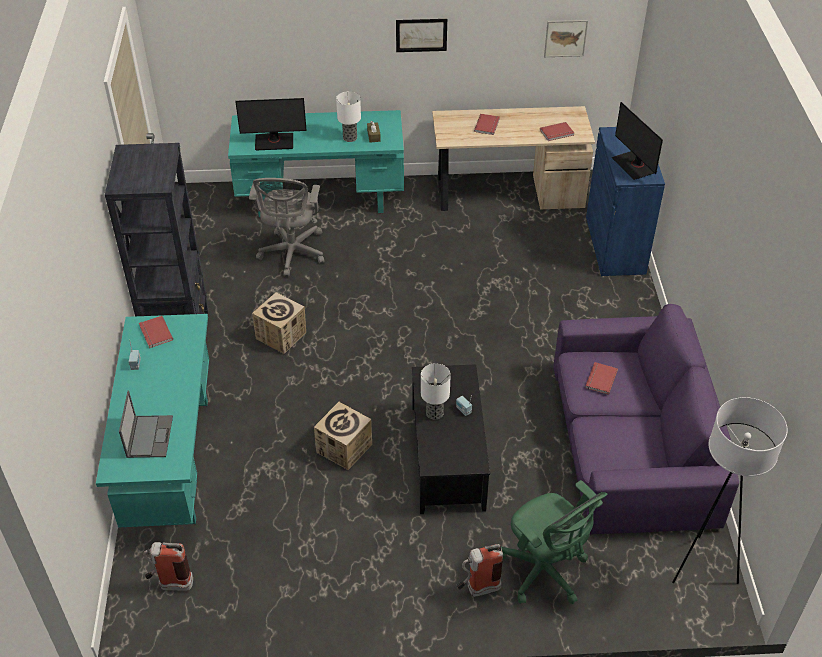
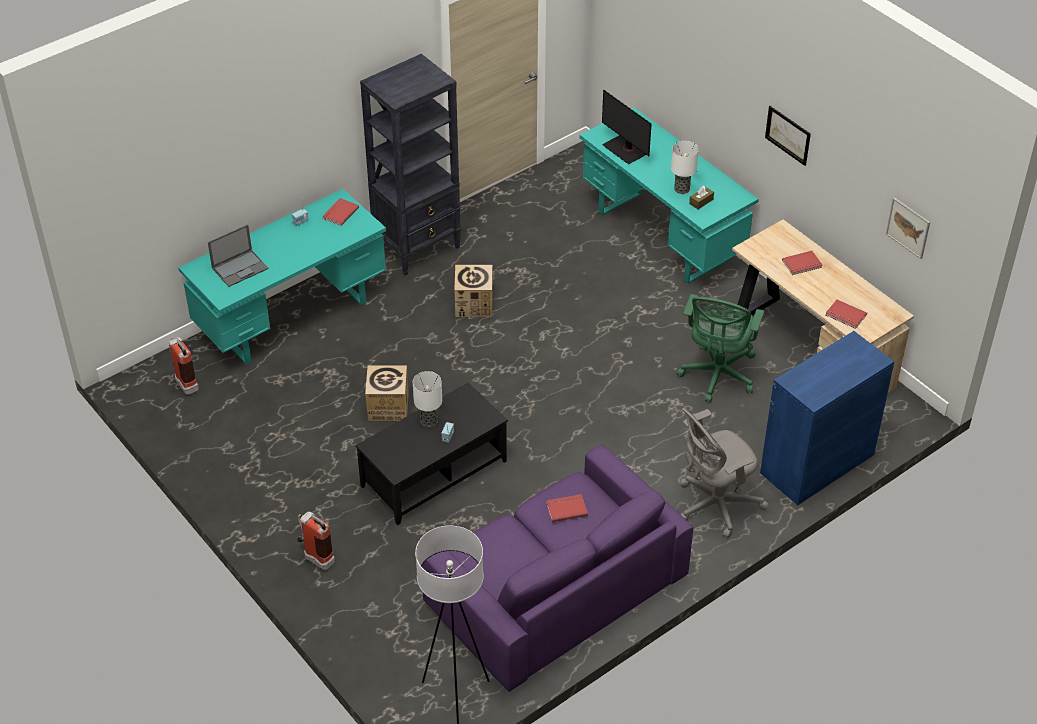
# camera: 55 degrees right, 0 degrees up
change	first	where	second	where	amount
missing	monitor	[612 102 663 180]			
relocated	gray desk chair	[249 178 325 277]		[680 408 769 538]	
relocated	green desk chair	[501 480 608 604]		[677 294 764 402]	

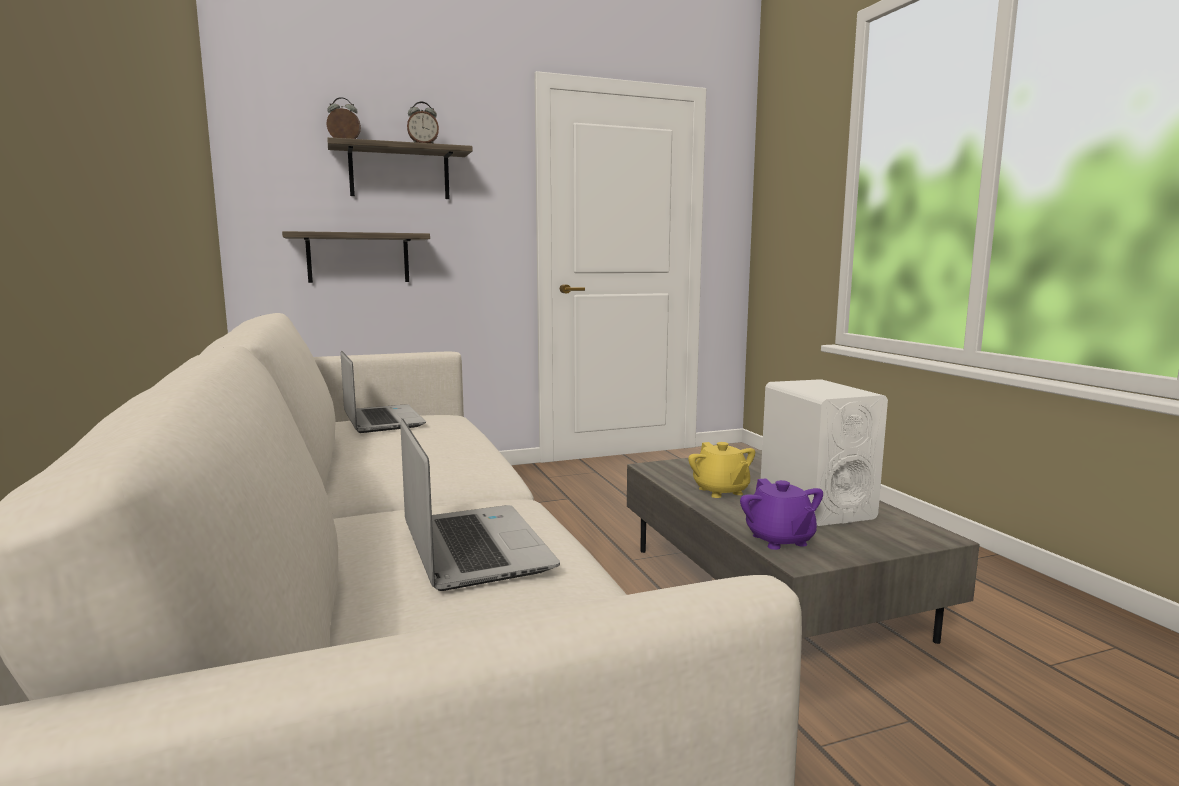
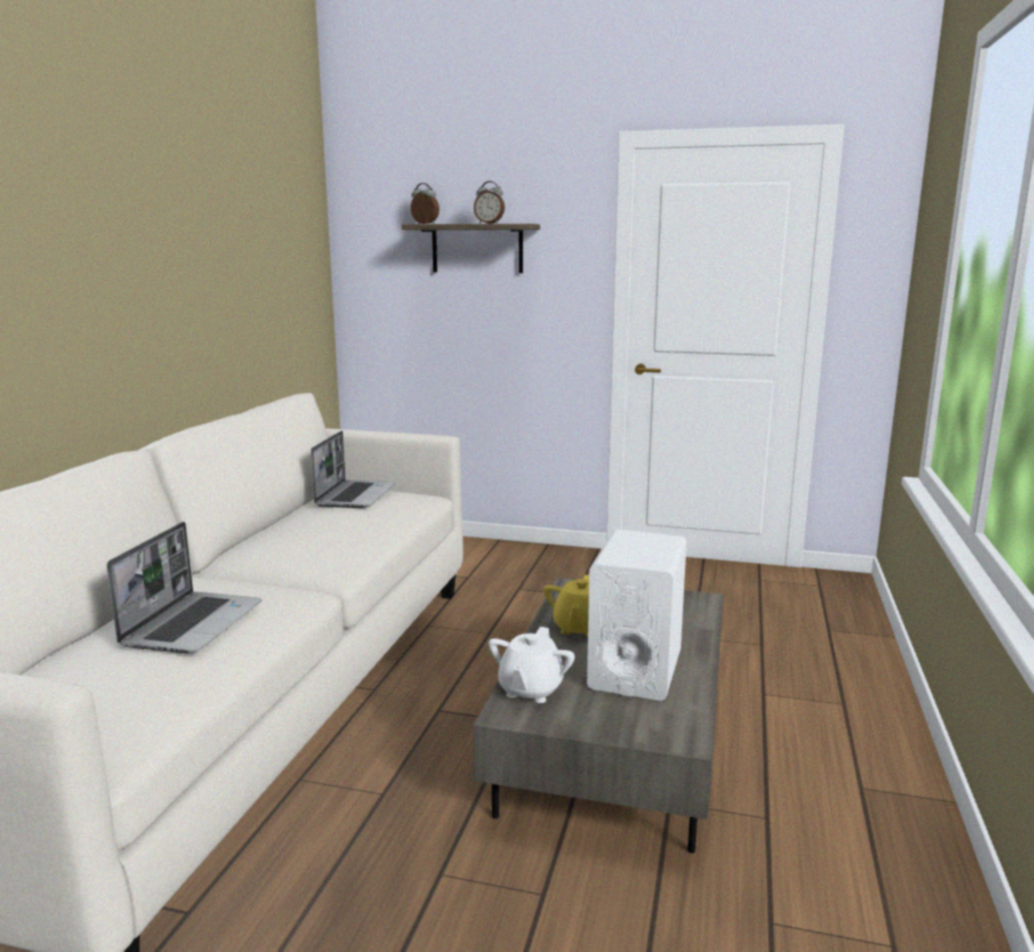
# camera: 35 degrees right, 5 degrees up
change	first	where	second	where	amount
missing	bracket shelf	[282 231 430 283]			
colour	purplish pot for tea	[740 479 823 550]	white pot for tea	[489 627 575 703]	

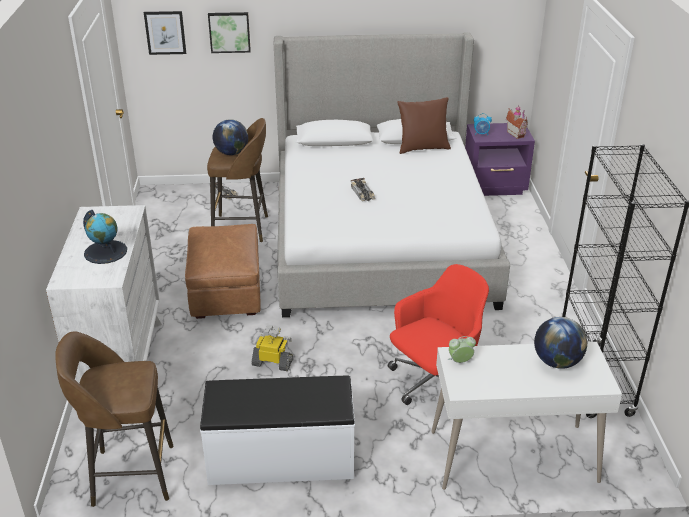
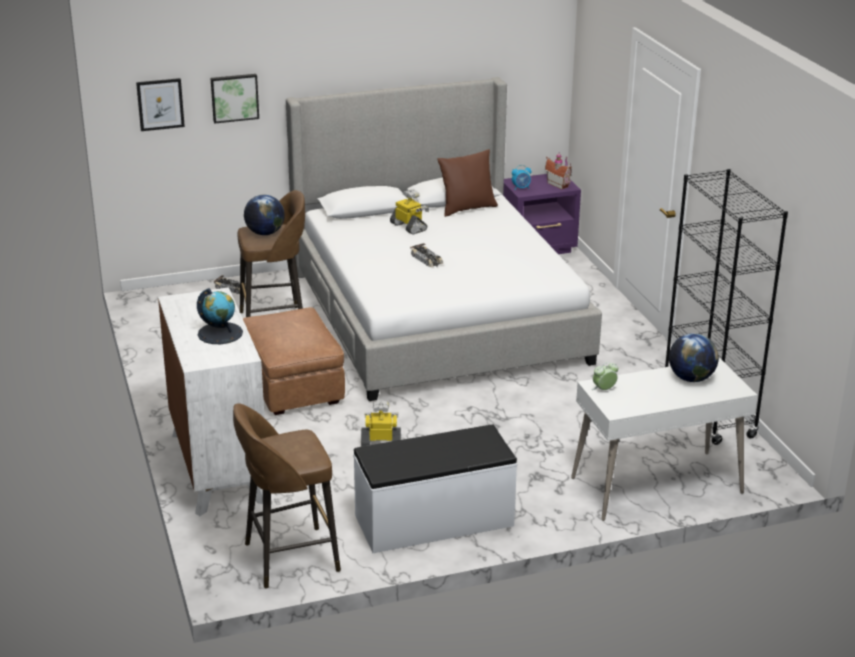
# camera: 15 degrees left, 5 degrees down
change	first	where	second	where	amount
missing	red-coloured desk chair	[388 264 489 405]			
appeared			model robot	[390 189 429 234]	

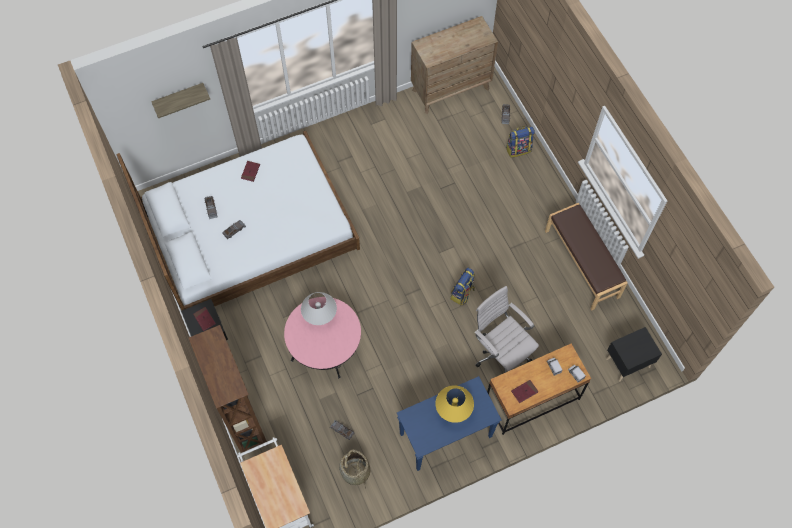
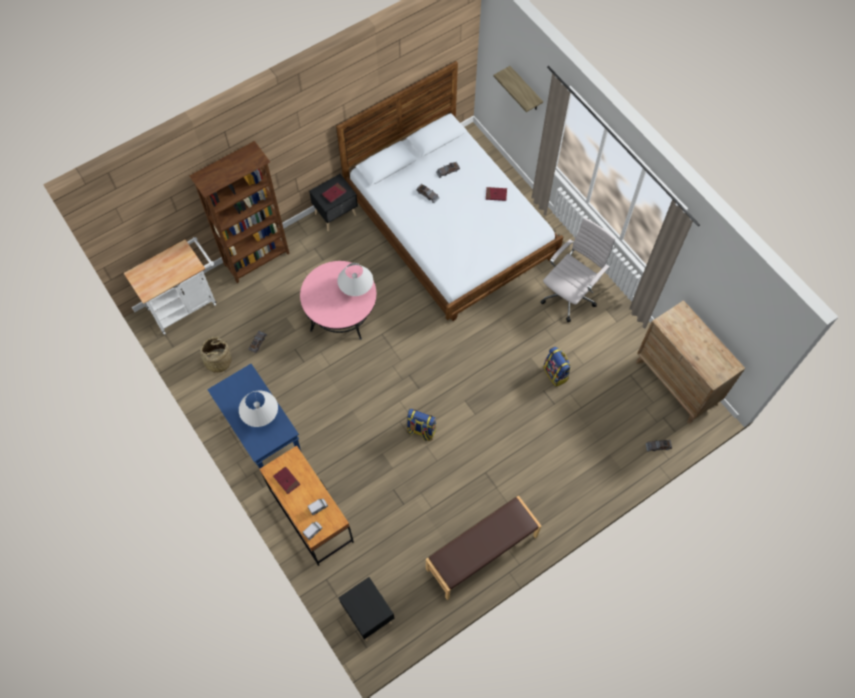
# camera: 80 degrees right, 0 degrees up
change	first	where	second	where	amount
relocated	rucksack	[506 126 535 158]		[543 347 571 387]	
relocated	white desk chair	[474 286 539 373]		[540 218 615 322]	
colour	yellowish table lamp	[435 385 474 423]	white table lamp	[239 391 278 427]	

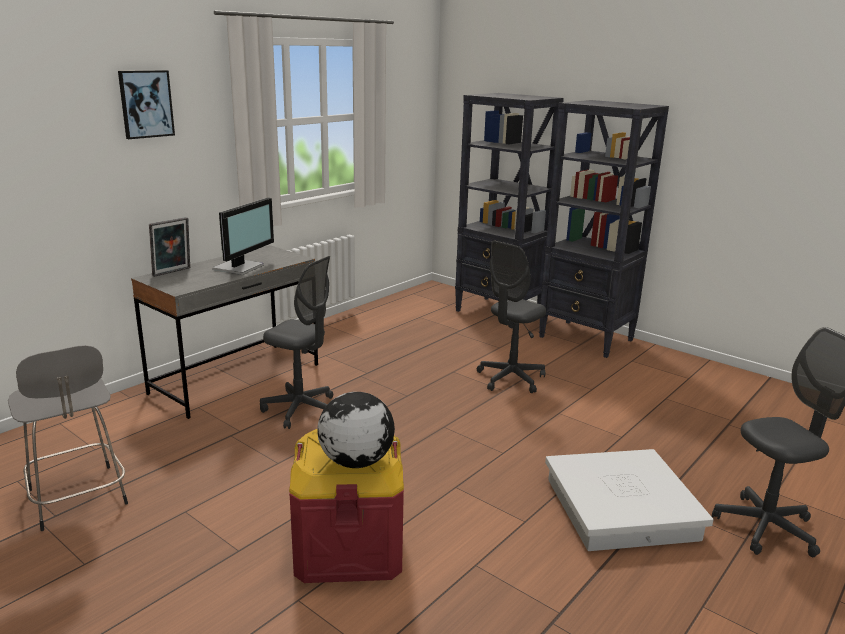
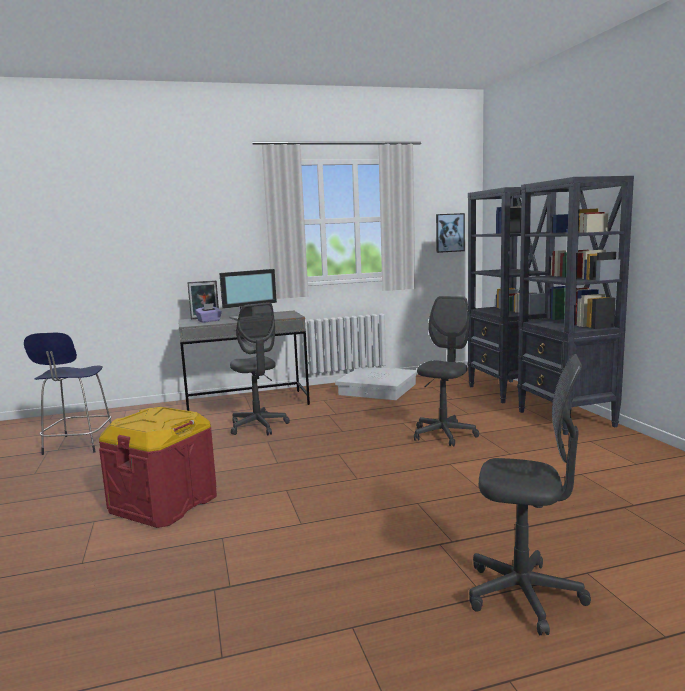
# camera: 35 degrees right, 10 degrees down
change	first	where	second	where	amount
relocated	picture	[118 70 175 139]		[436 213 465 253]	
spun	gray desk chair	[477 241 546 393]		[414 296 479 447]	135 degrees clockwise
colour	gray sitting stool	[8 345 128 531]	bluish sitting stool	[24 333 111 455]	
missing	globe	[317 392 395 468]			
relocated	white storage box	[545 449 714 551]		[335 367 418 400]	
appeared			purplish box of tissues	[195 303 222 323]	

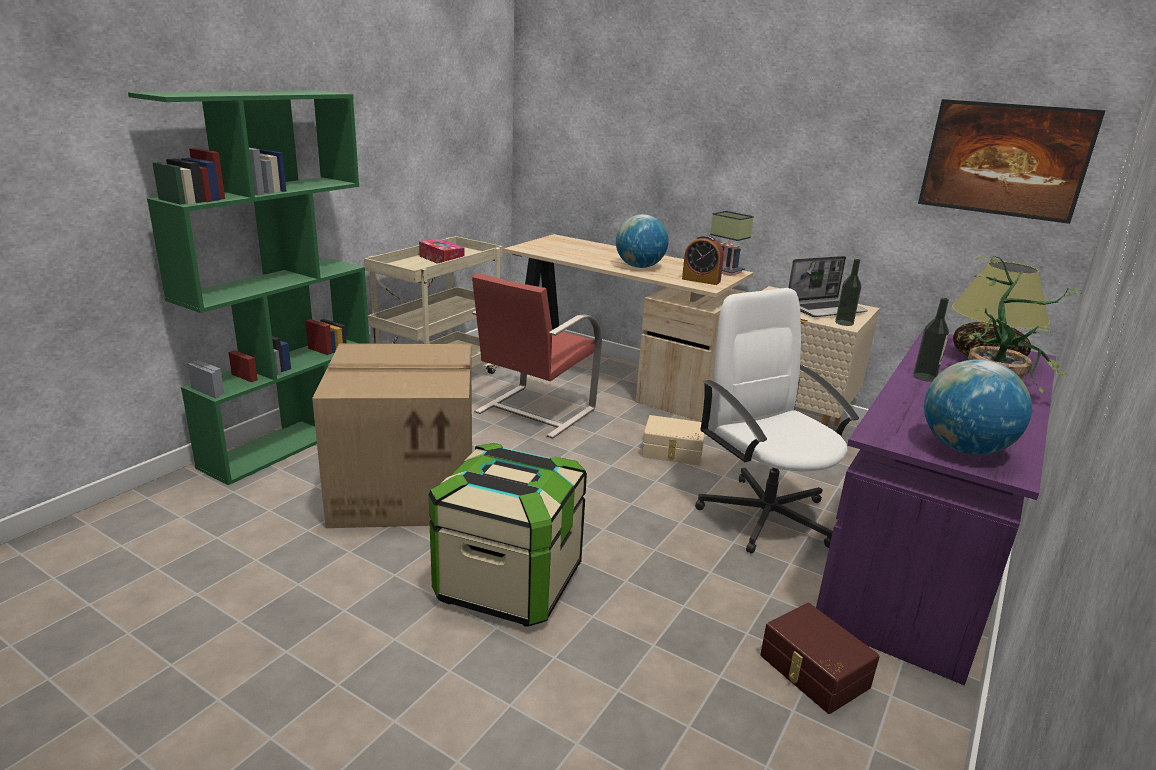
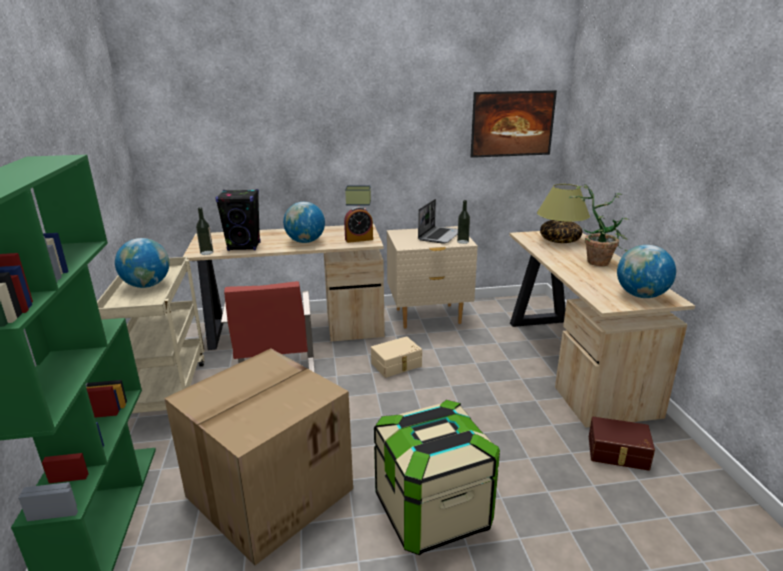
# camera: 40 degrees left, 0 degrees up
change	first	where	second	where	amount
exchanged	box of tissues	[419 239 465 264]	globe	[115 238 169 288]	
missing	white desk chair	[695 288 859 554]			
relocated	drink bottle	[913 298 949 382]		[196 207 213 255]	
colour	purplish desk table	[816 329 1056 686]	beige-coloured desk table	[509 231 695 428]	
appeared			black audio speaker	[215 189 261 251]	

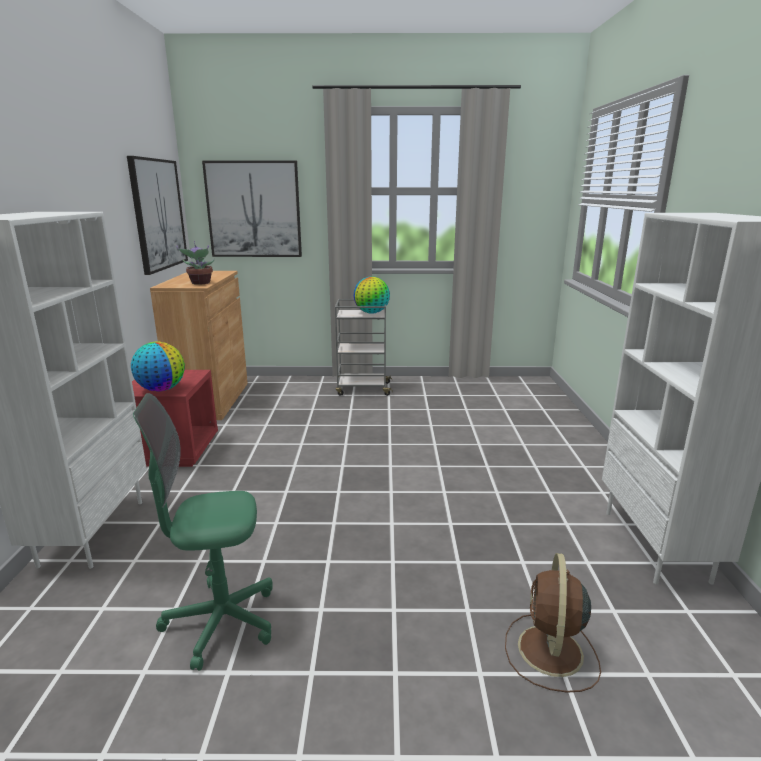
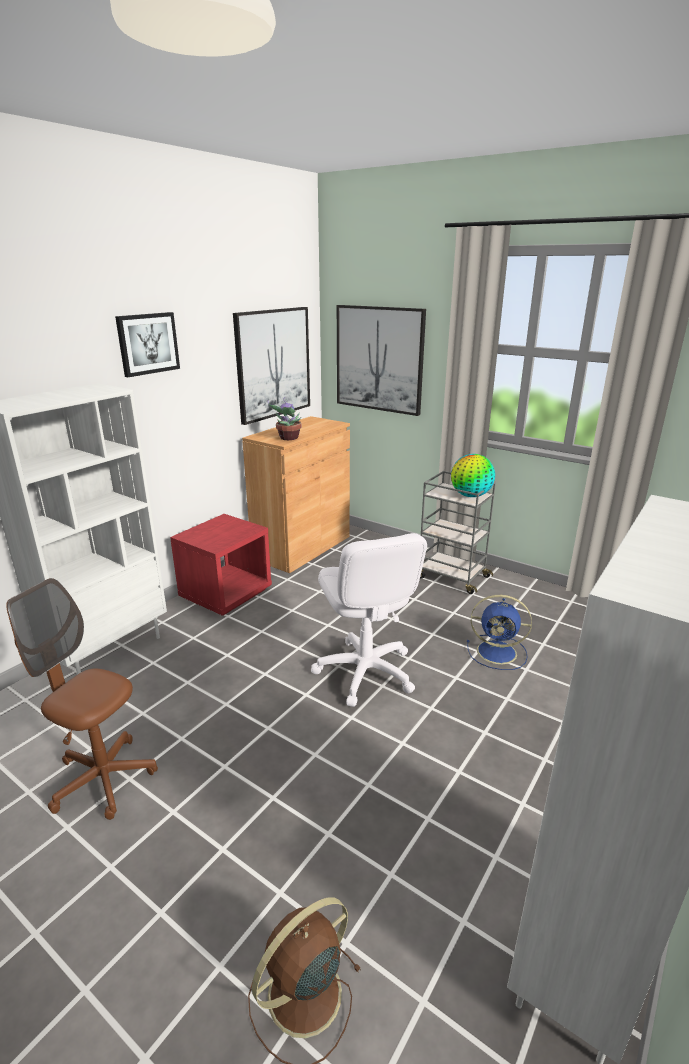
# camera: 35 degrees right, 5 degrees up
change	first	where	second	where	amount
missing	globe	[131 342 185 391]			
colour	green desk chair	[133 393 273 671]	brownish desk chair	[6 578 158 820]	
appeared			picture	[115 312 180 377]	
appeared			white desk chair	[311 533 427 707]	
appeared			bluish electric fan	[467 595 532 670]	

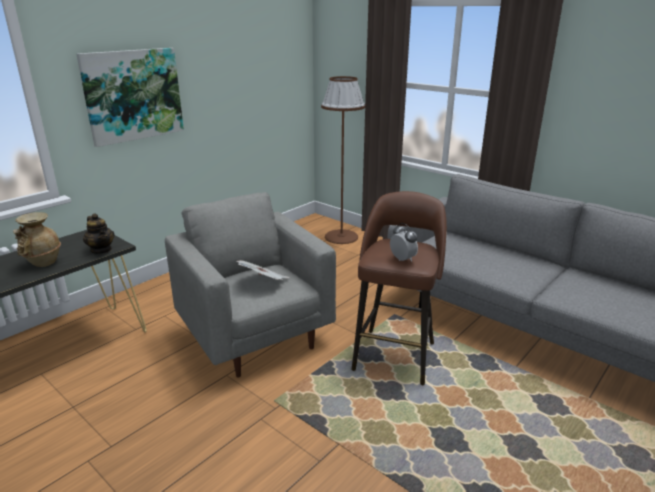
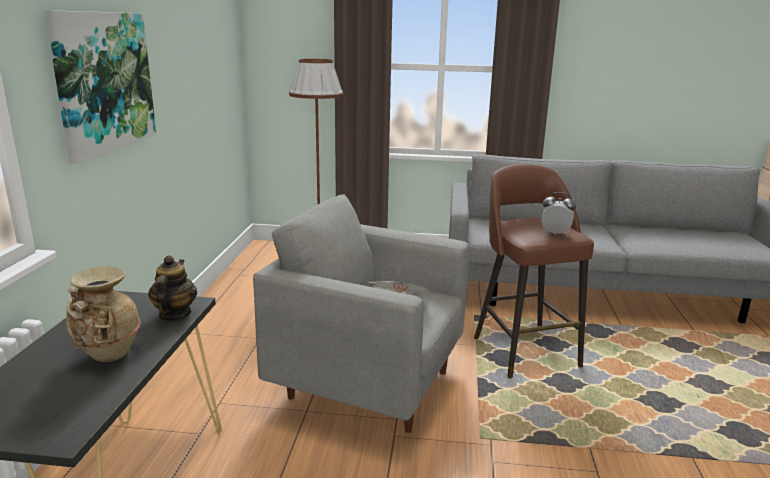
# camera: 35 degrees left, 5 degrees down
change	first	where	second	where	amount
spun	pot for tea	[83 213 114 254]		[148 255 197 321]	105 degrees counterclockwise

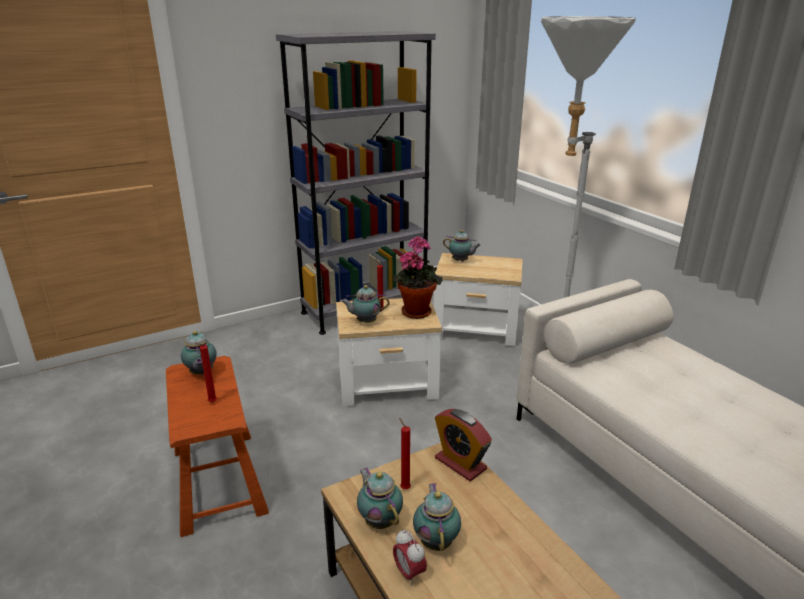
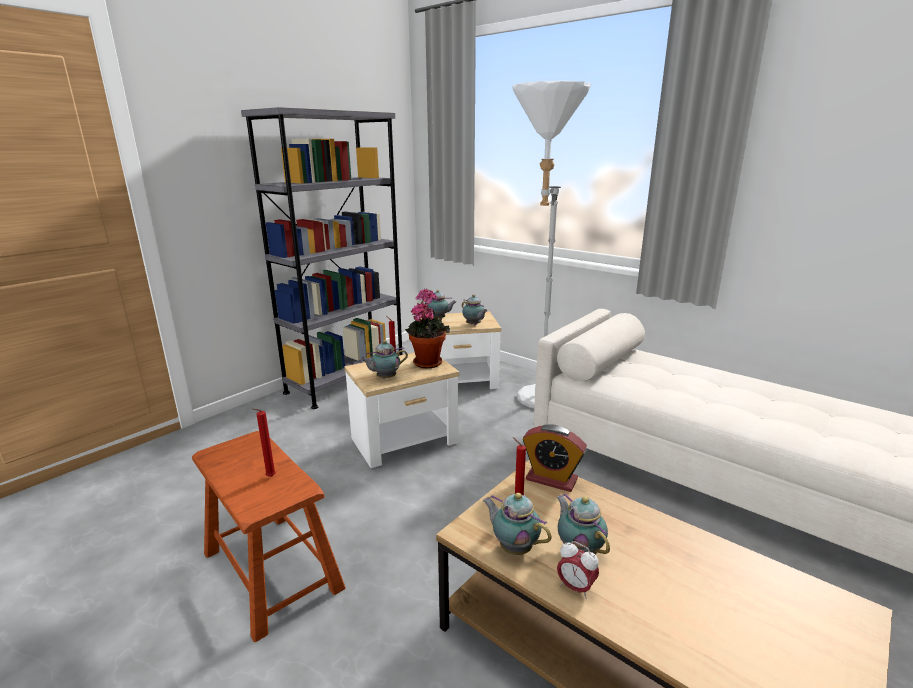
# camera: 20 degrees left, 5 degrees down
change	first	where	second	where	amount
relocated	pot for tea	[181 331 217 375]		[462 295 488 326]	

